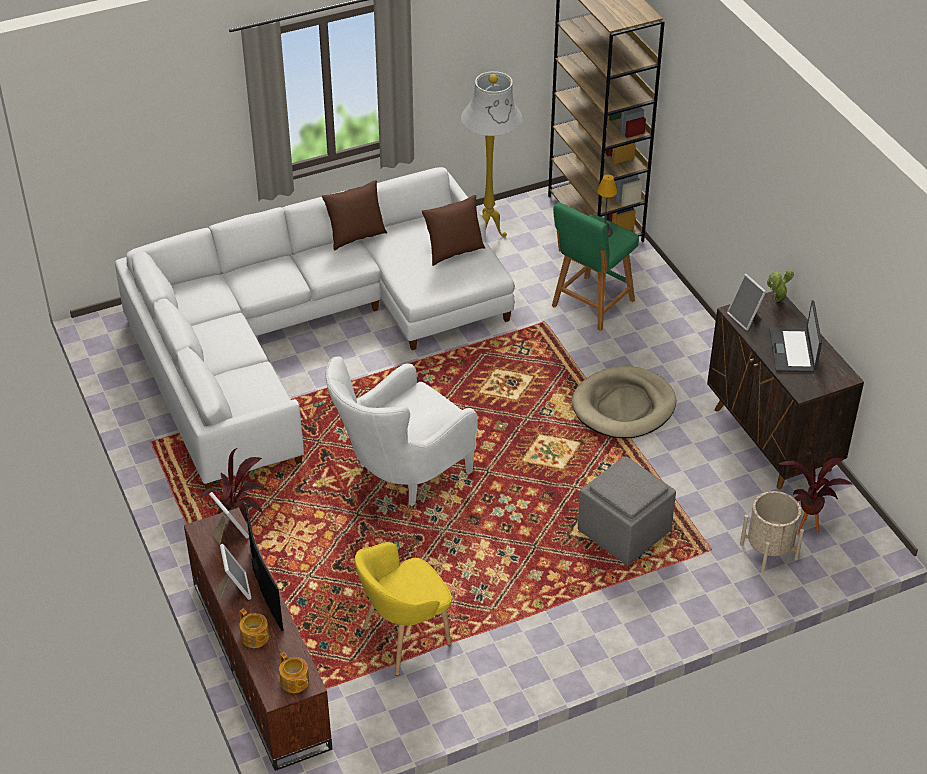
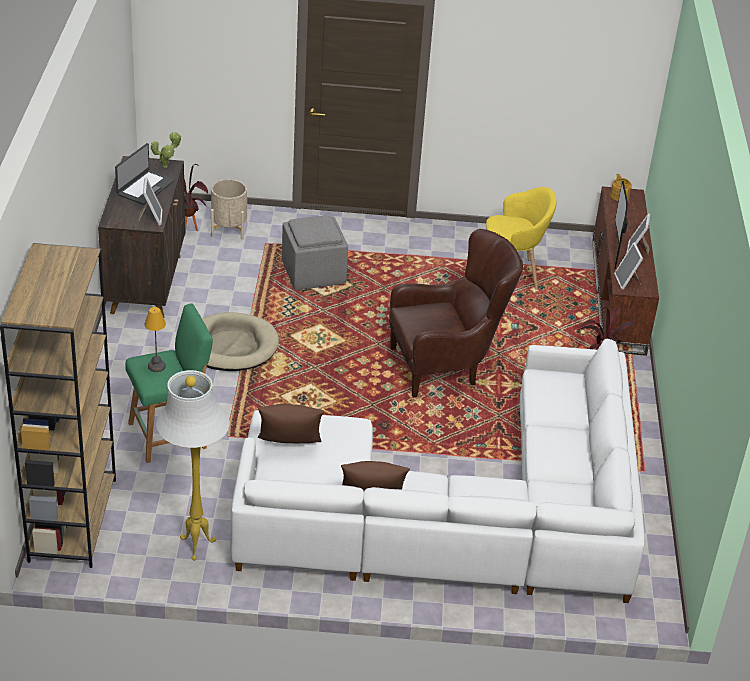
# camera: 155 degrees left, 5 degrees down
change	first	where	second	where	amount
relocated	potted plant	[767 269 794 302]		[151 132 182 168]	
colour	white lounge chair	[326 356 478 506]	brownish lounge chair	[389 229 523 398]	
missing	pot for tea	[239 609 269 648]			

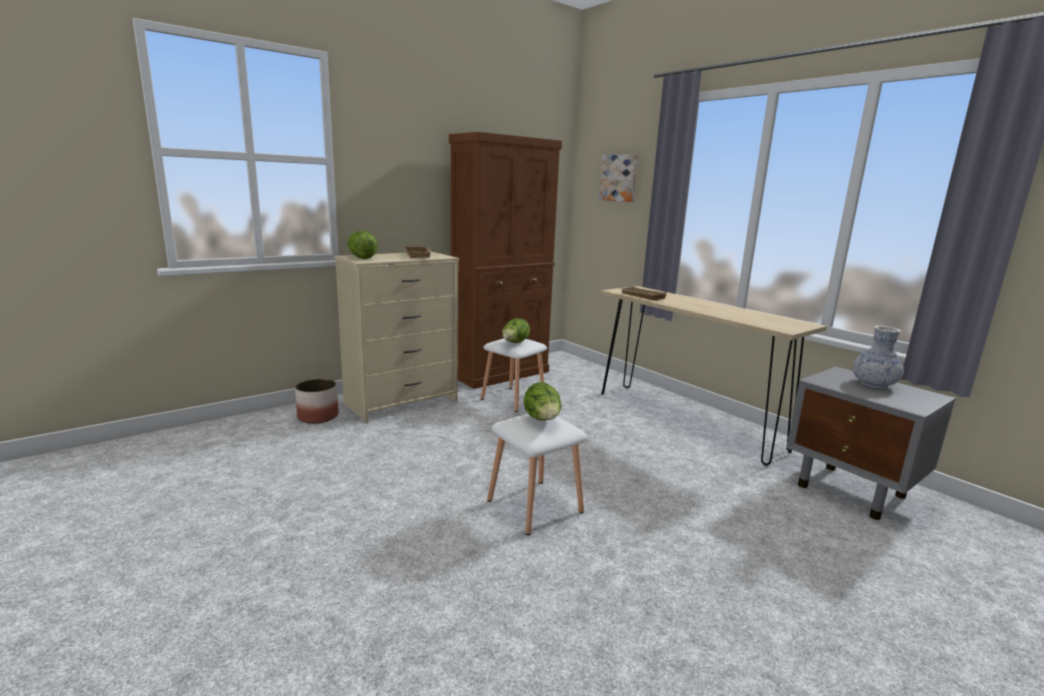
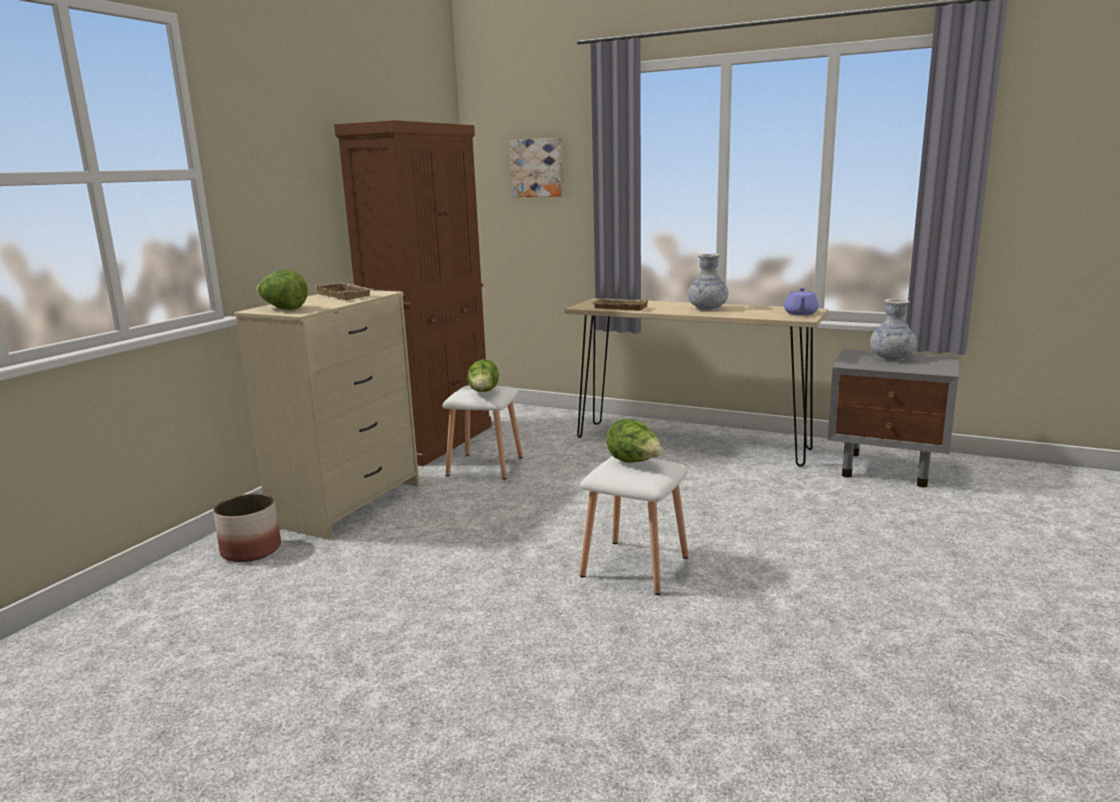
# camera: 25 degrees left, 0 degrees up
change	first	where	second	where	amount
appeared			decorative vase	[688 253 728 311]	
appeared			purplish pot for tea	[784 288 819 315]	

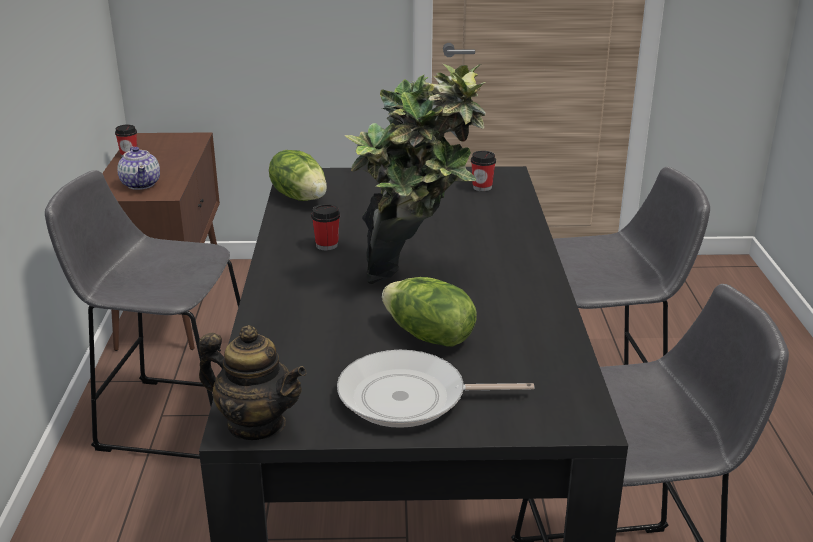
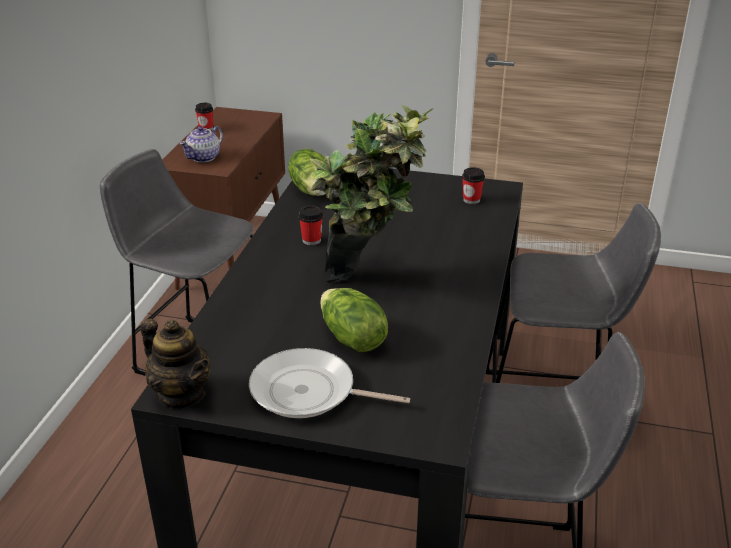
# camera: 15 degrees right, 5 degrees up
change	first	where	second	where	amount
spun	pot for tea	[117 146 160 190]		[179 126 223 163]	45 degrees clockwise

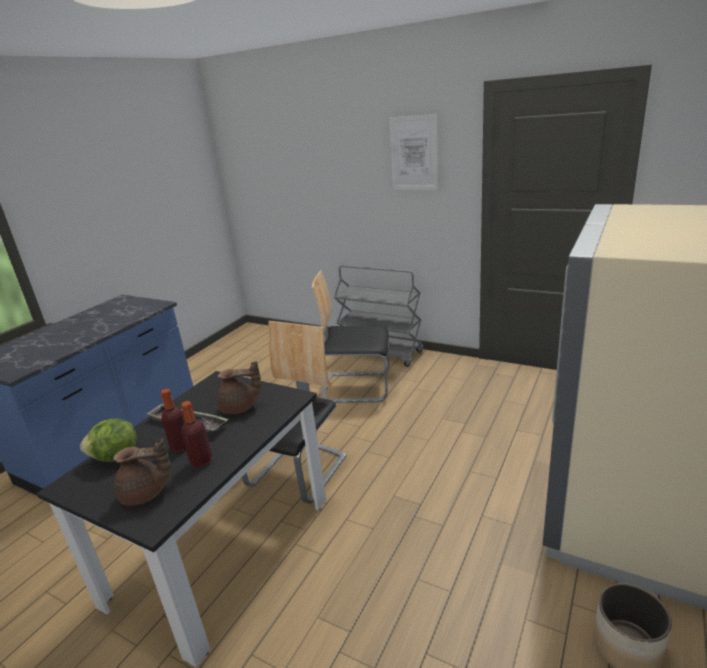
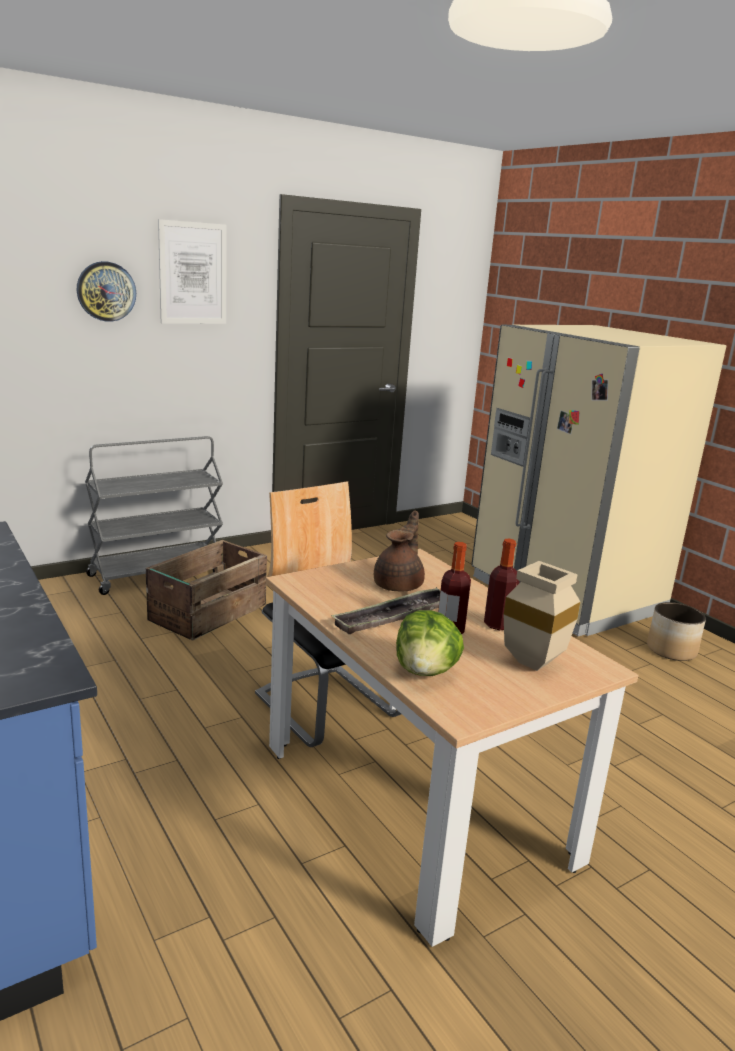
# camera: 65 degrees left, 5 degrees down
change	first	where	second	where	amount
exchanged	upright chair	[312 270 389 403]	shipping crate	[146 540 267 641]	
colour	black kitchen table	[37 371 326 667]	beige-coloured kitchen table	[266 549 639 947]	
exchanged	brownish pot for tea	[113 438 171 506]	beige-coloured decorative vase	[504 561 580 671]	
appeared			hanging clock	[77 261 136 322]	

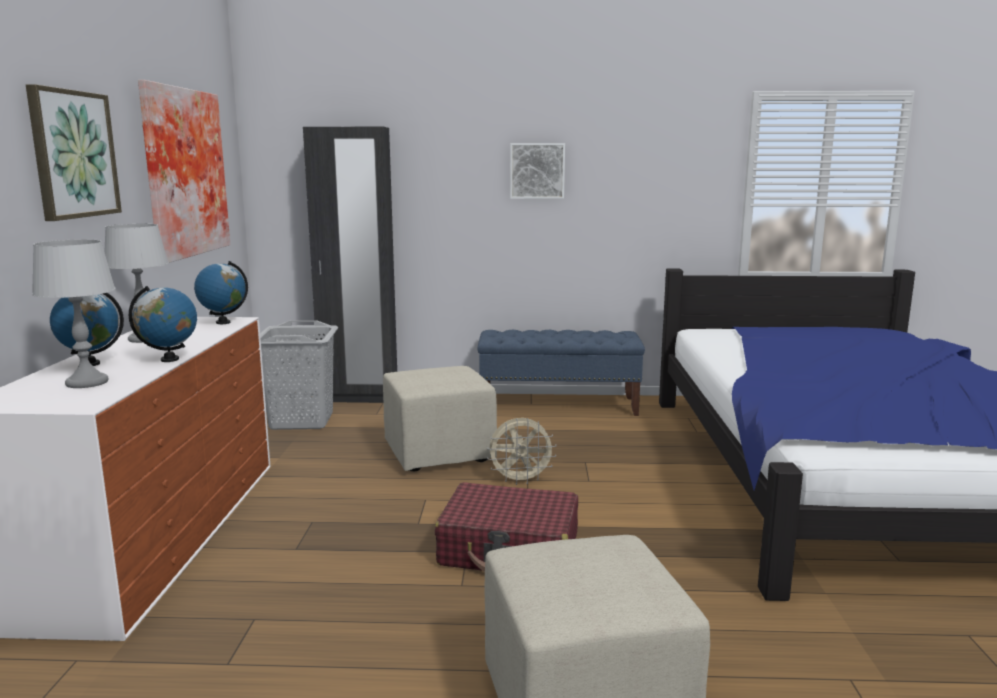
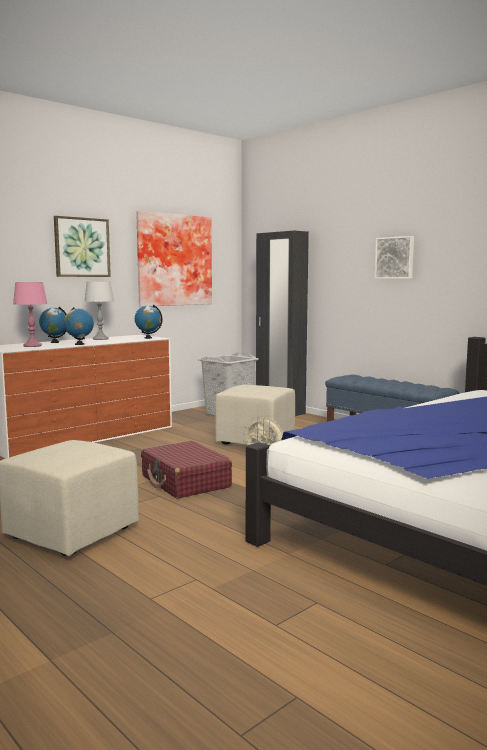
# camera: 45 degrees right, 5 degrees down
change	first	where	second	where	amount
colour	gray table lamp	[32 239 116 388]	pink table lamp	[13 282 48 347]	

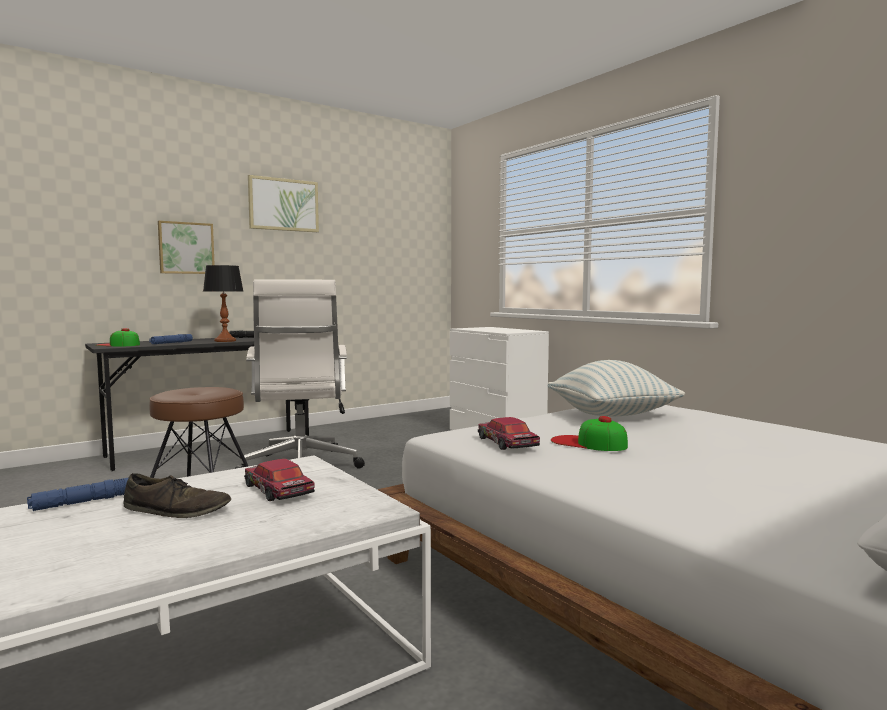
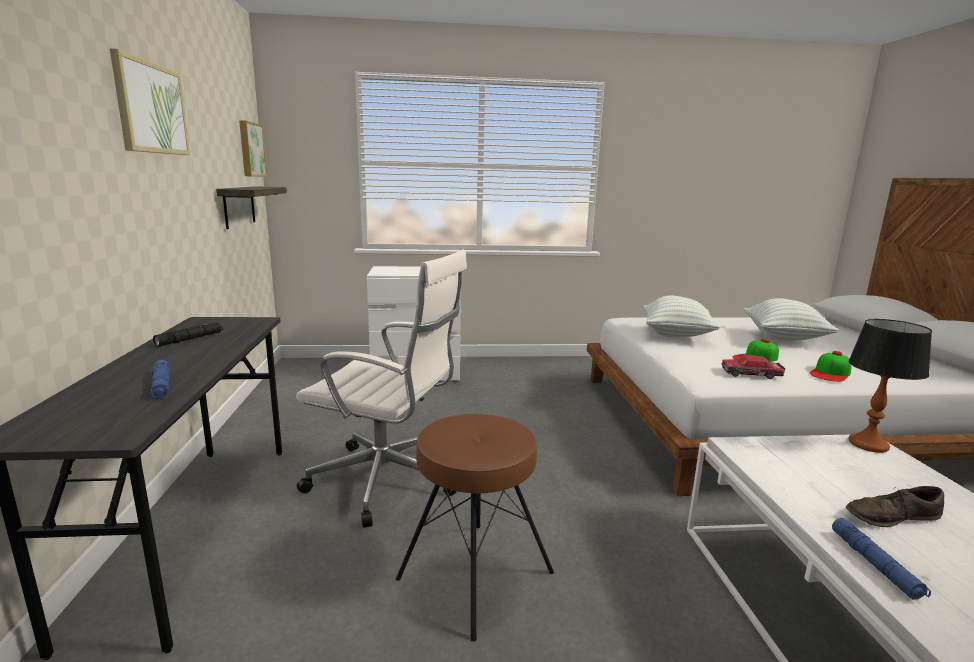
# camera: 60 degrees left, 10 degrees up
change	first	where	second	where	amount
relocated	picture	[158 221 215 274]		[239 120 267 176]	
relocated	table lamp	[203 265 243 342]		[848 319 932 453]	
relocated	peaked cap	[95 328 140 346]		[810 351 852 382]	
missing	toy car	[244 459 315 501]			
spun	brownish low shoe	[124 473 231 518]		[846 486 944 527]	135 degrees counterclockwise
appeared			bracket shelf	[216 186 287 229]	
appeared			throw pillow	[743 298 839 341]	

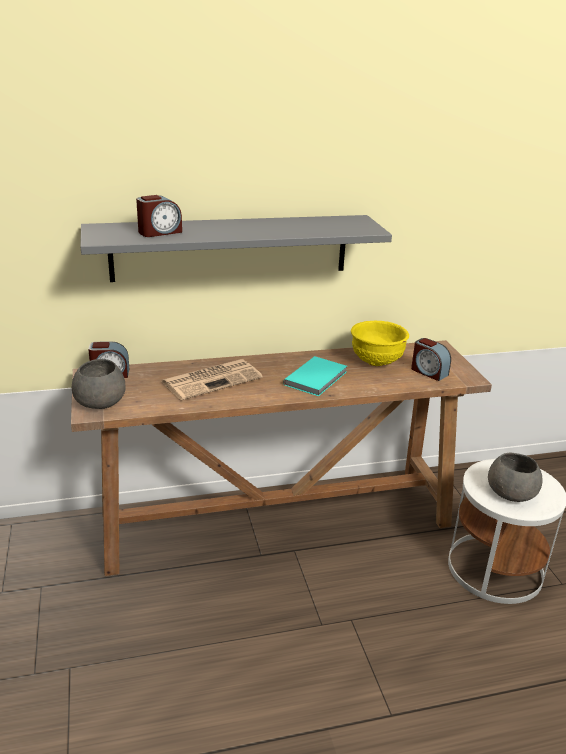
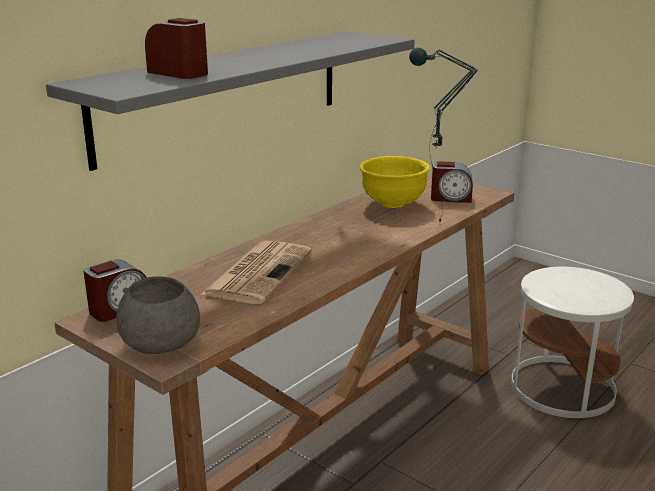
# camera: 35 degrees left, 5 degrees down
change	first	where	second	where	amount
spun	table clock	[136 195 182 237]		[145 18 208 79]	75 degrees counterclockwise
missing	blue-green volume	[283 356 347 396]			
missing	gray deep dish	[488 453 543 502]			
appeared			table lamp	[409 48 478 223]	

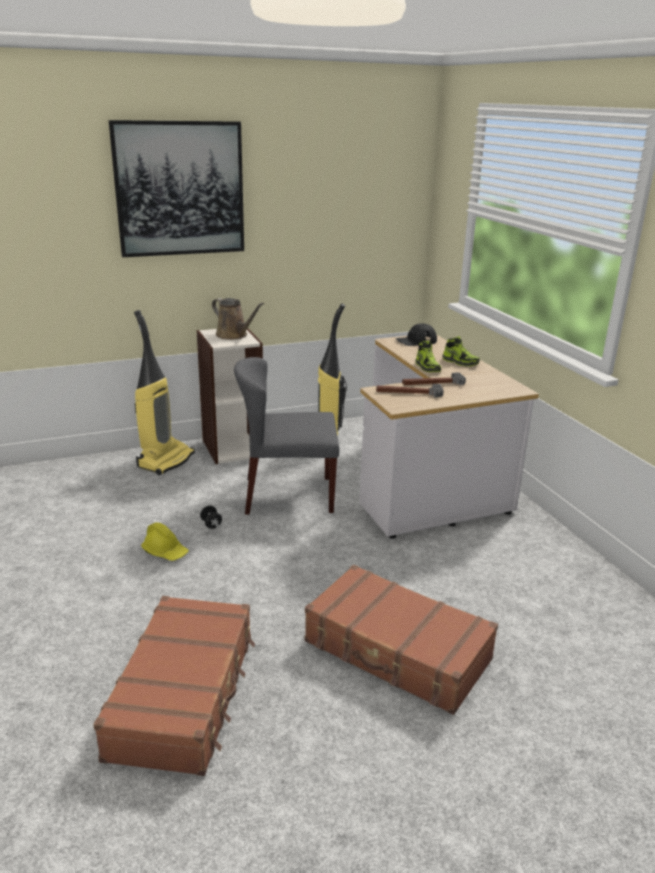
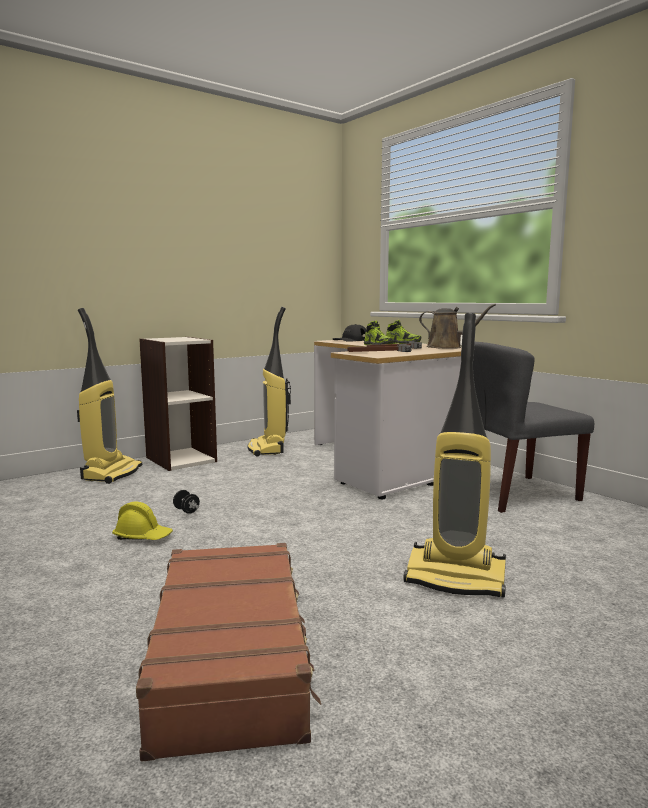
# camera: 15 degrees left, 15 degrees down
change	first	where	second	where	amount
missing	picture	[109 120 244 257]			
relocated	brownish sprinkling can	[212 298 264 340]		[419 304 496 349]	
relocated	gray upright chair	[234 357 339 515]		[473 342 594 513]	
exchanged	brownish piece of luggage	[305 565 498 715]	vacuum cleaner	[403 313 506 597]	

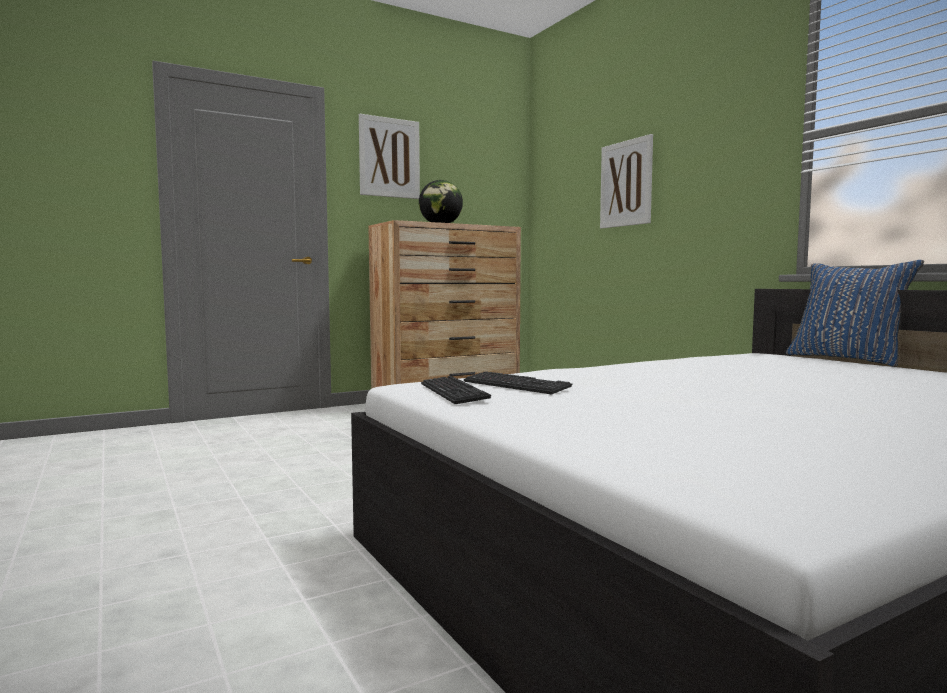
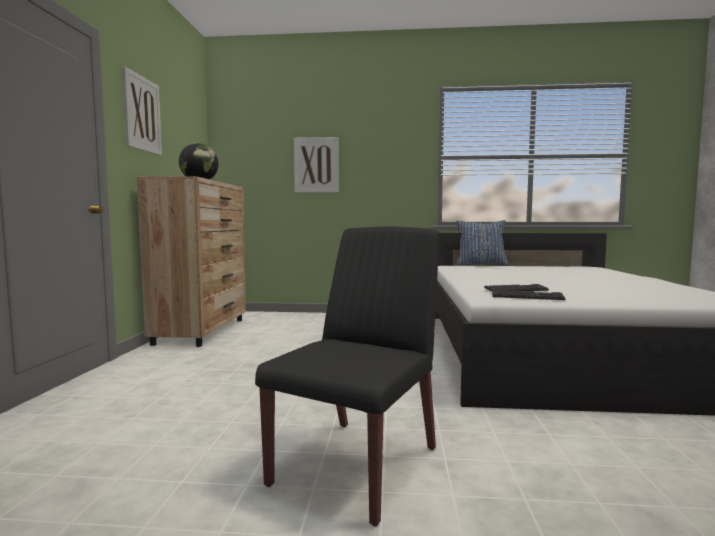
# camera: 55 degrees left, 0 degrees up
change	first	where	second	where	amount
appeared			black upright chair	[255 226 439 526]	

